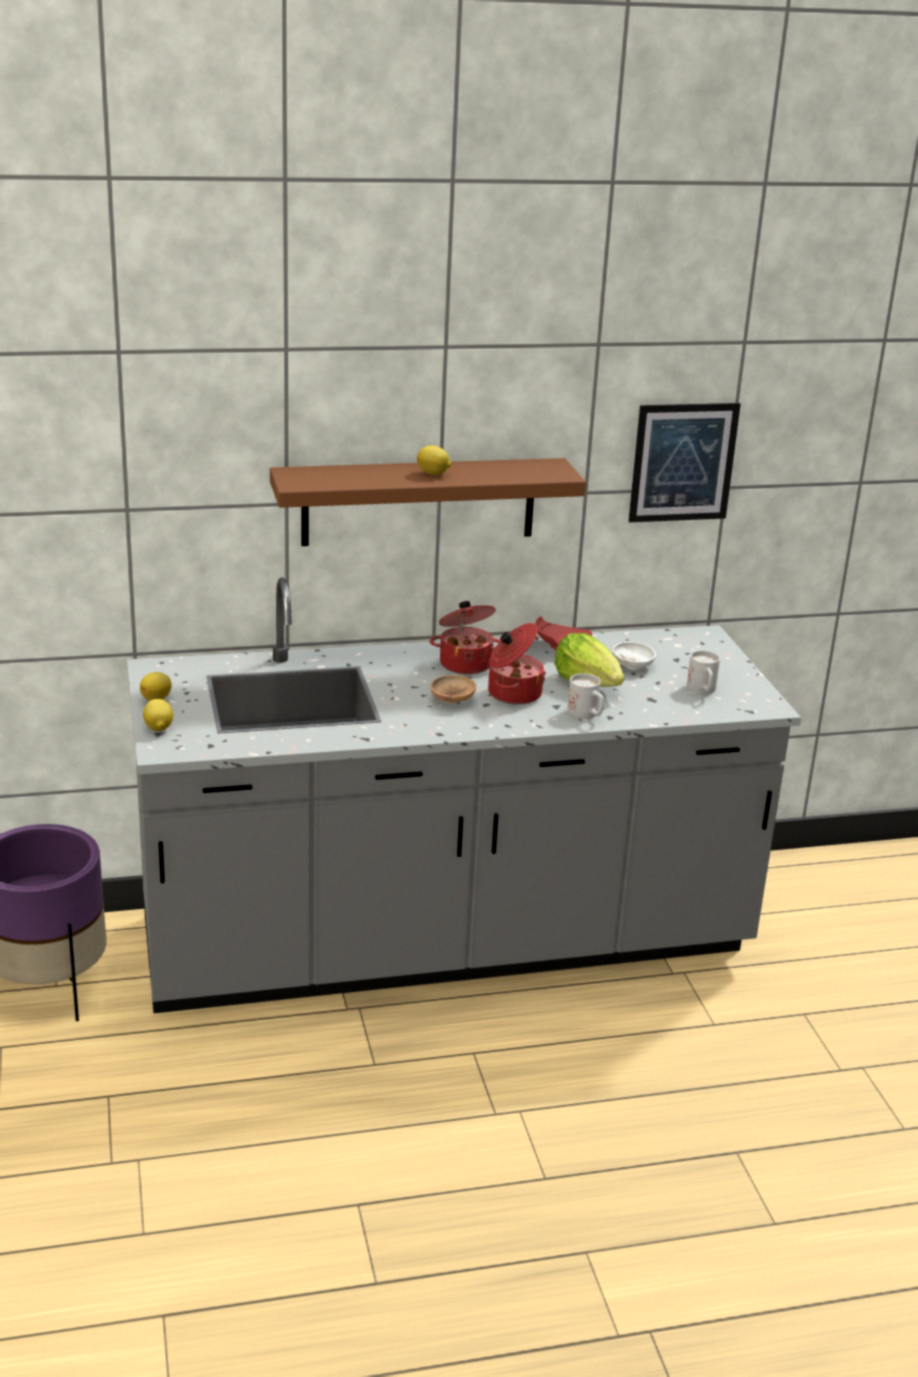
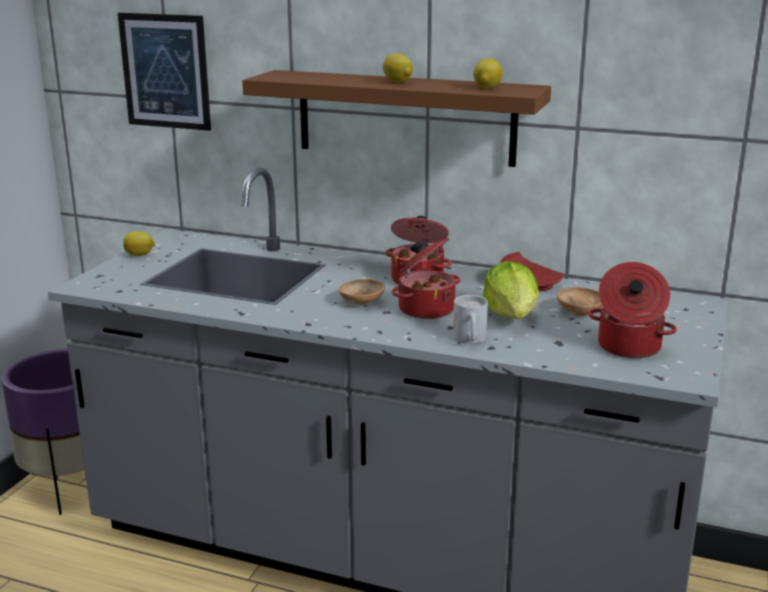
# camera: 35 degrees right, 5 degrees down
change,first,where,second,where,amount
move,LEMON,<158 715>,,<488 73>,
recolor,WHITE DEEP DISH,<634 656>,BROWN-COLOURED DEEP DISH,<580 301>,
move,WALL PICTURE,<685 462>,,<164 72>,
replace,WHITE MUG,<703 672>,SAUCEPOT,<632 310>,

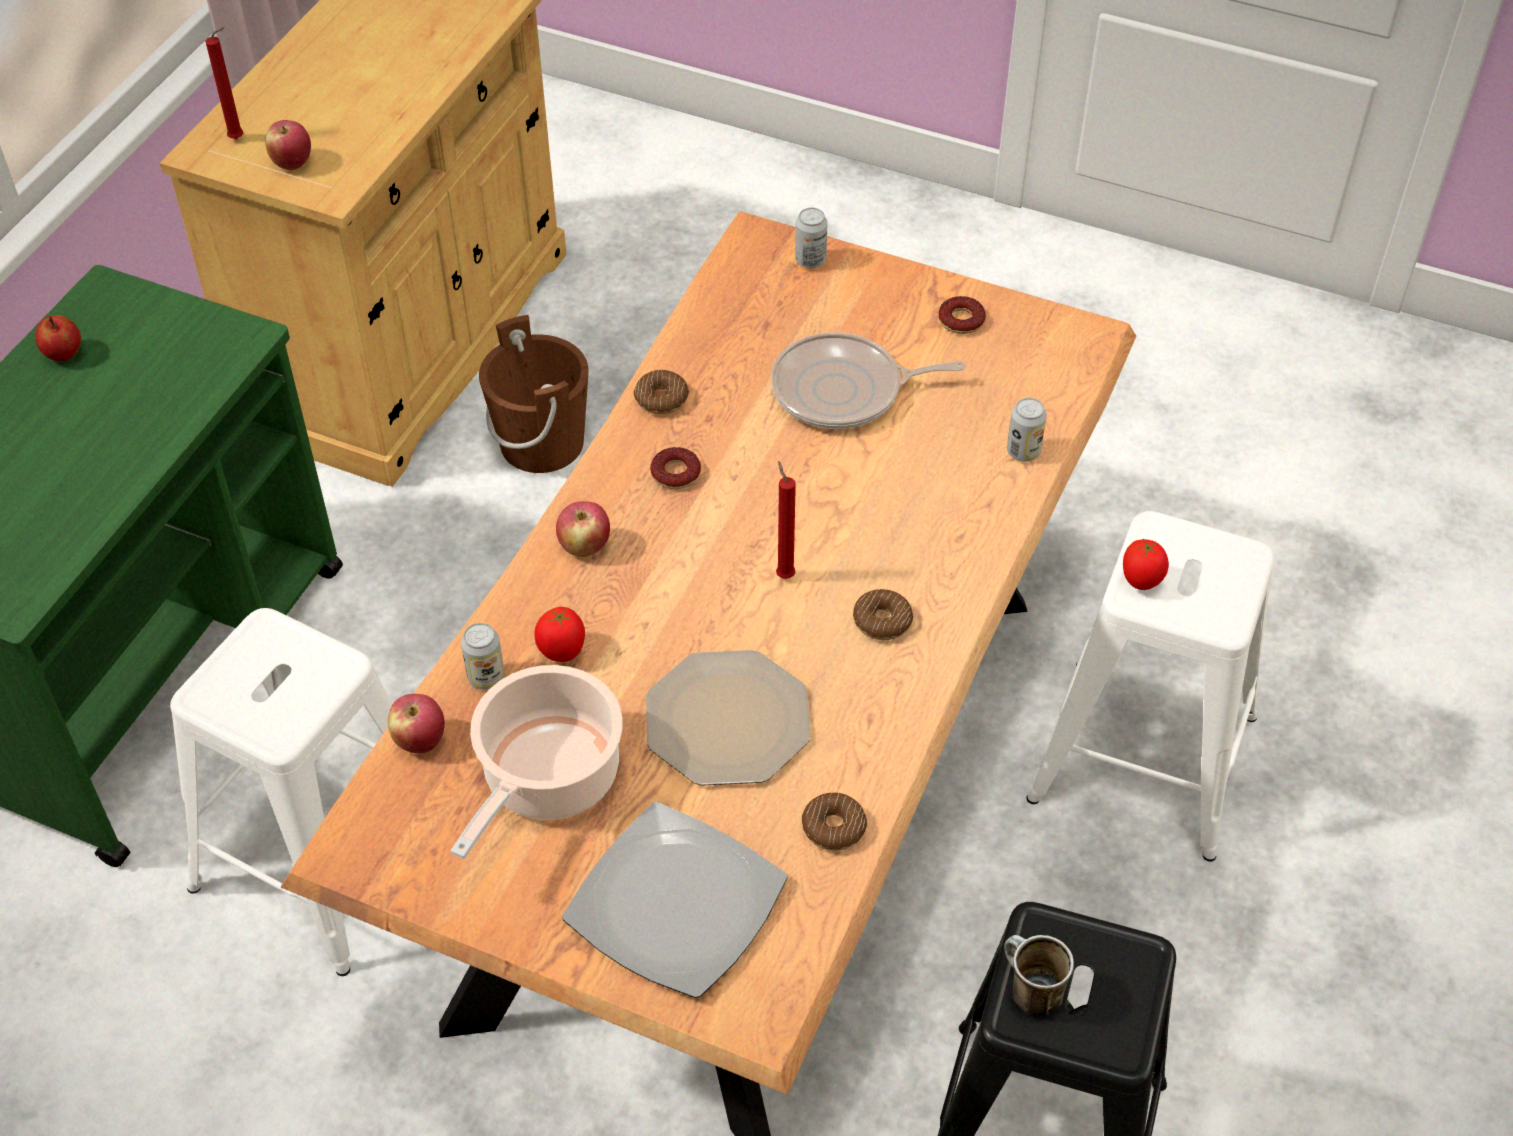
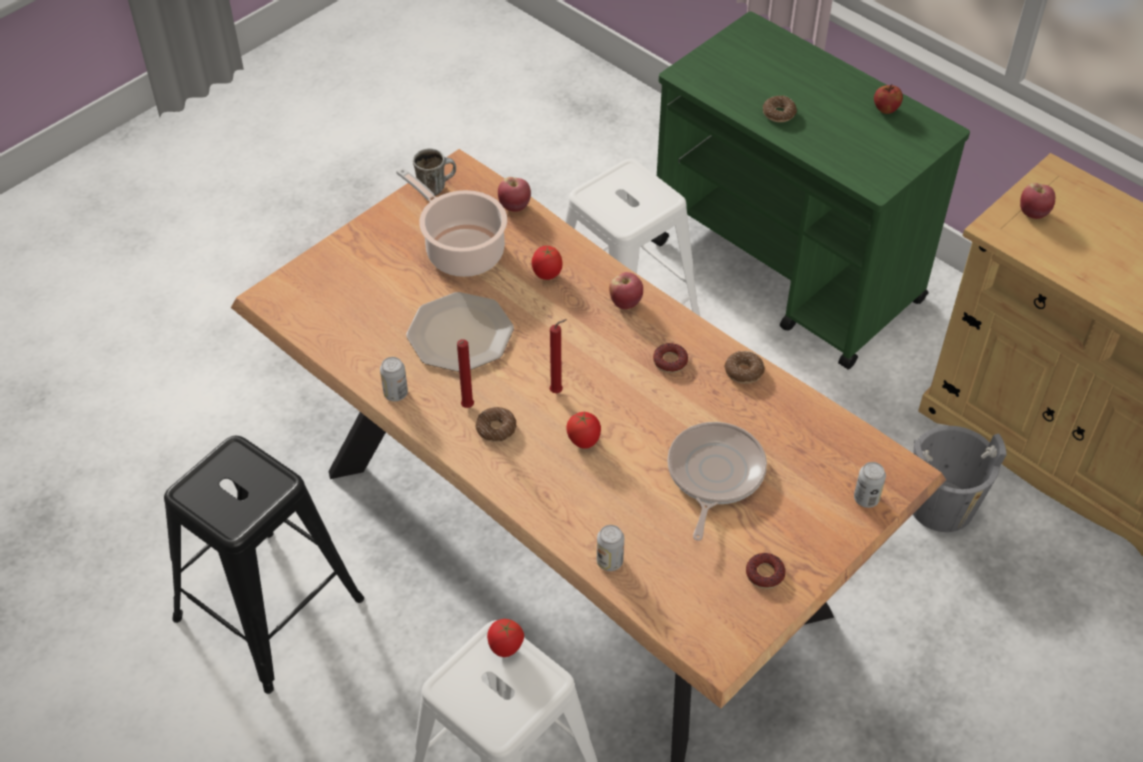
# camera: 110 degrees right, 0 degrees up
change,first,where,second,where,amount
move,REDDISH WAX CANDLE,<224 83>,,<465 373>,
move,CAN,<483 656>,,<394 379>,
recolor,BROWN-COLOURED WATER BUCKET,<534 394>,GRAY WATER BUCKET,<960 479>,
delete,FLAT DISH,<674 900>,,,
move,DOUGHNUT,<834 822>,,<780 109>,
move,MUG,<1039 975>,,<434 172>,
insert,,,TOMATO,<583 430>,

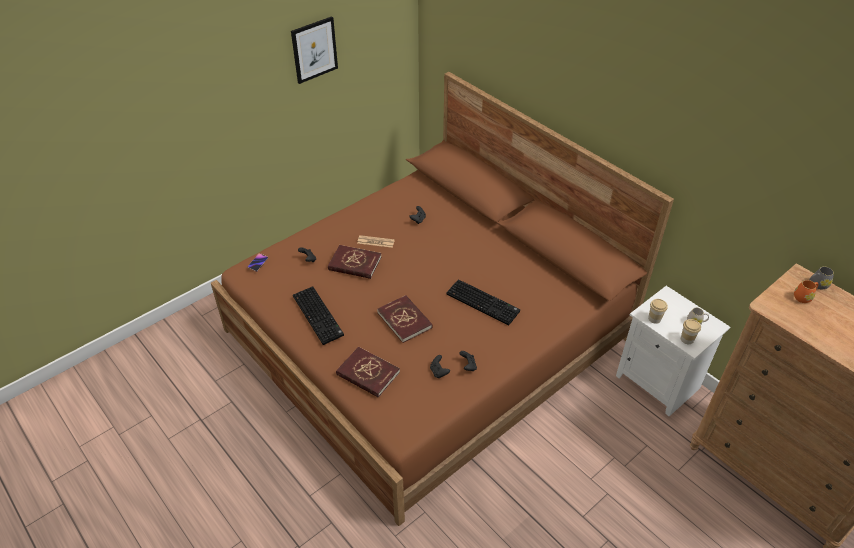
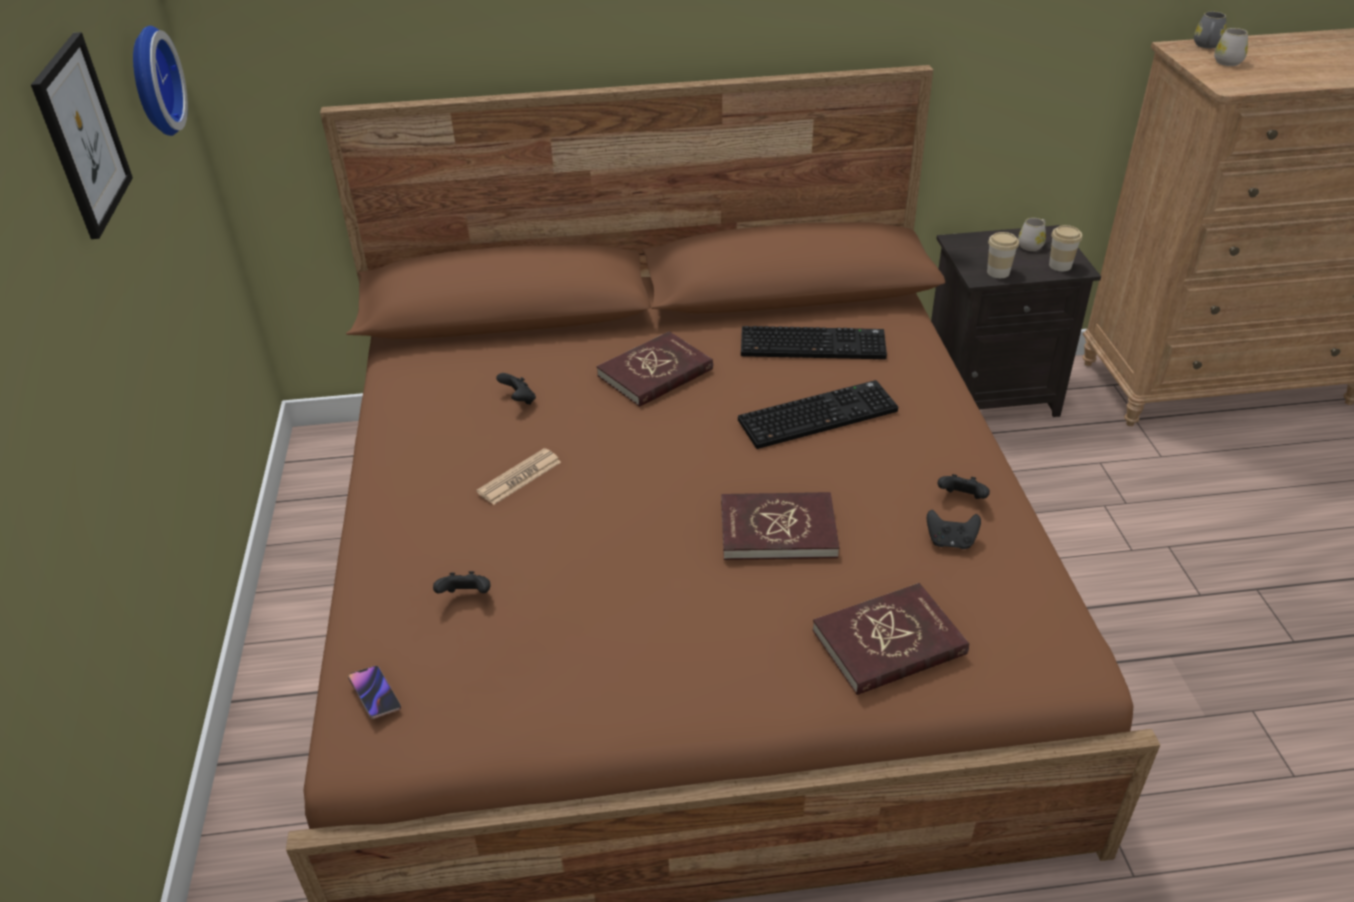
# camera: 55 degrees left, 5 degrees down
change,first,where,second,where,amount
move,COMPUTER KEYBOARD,<318 315>,,<814 342>,
move,REDDISH BOOK,<354 262>,,<654 369>,
recolor,WHITE BEDSIDE TABLE,<673 351>,BLACK BEDSIDE TABLE,<1016 321>,
recolor,ORANGEY MUG,<806 291>,WHITE MUG,<1231 47>,
insert,,,WALL CLOCK,<160 81>,

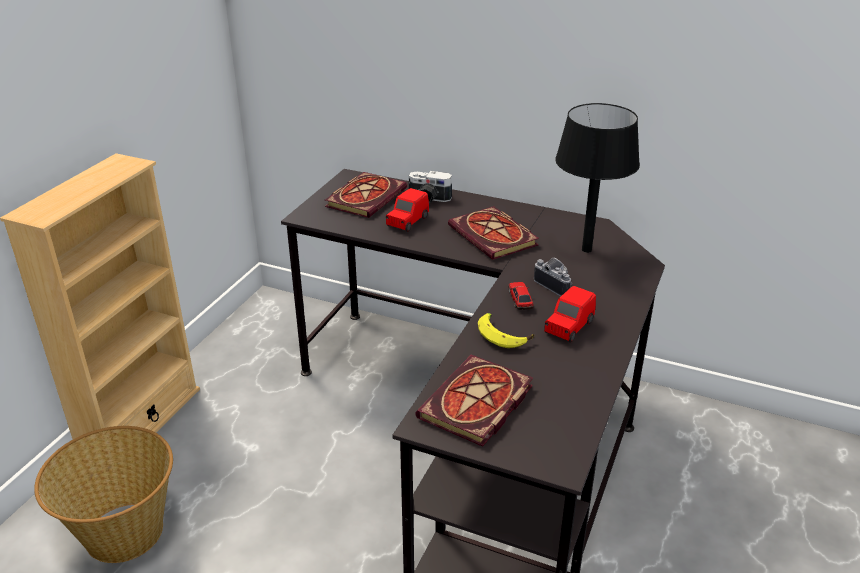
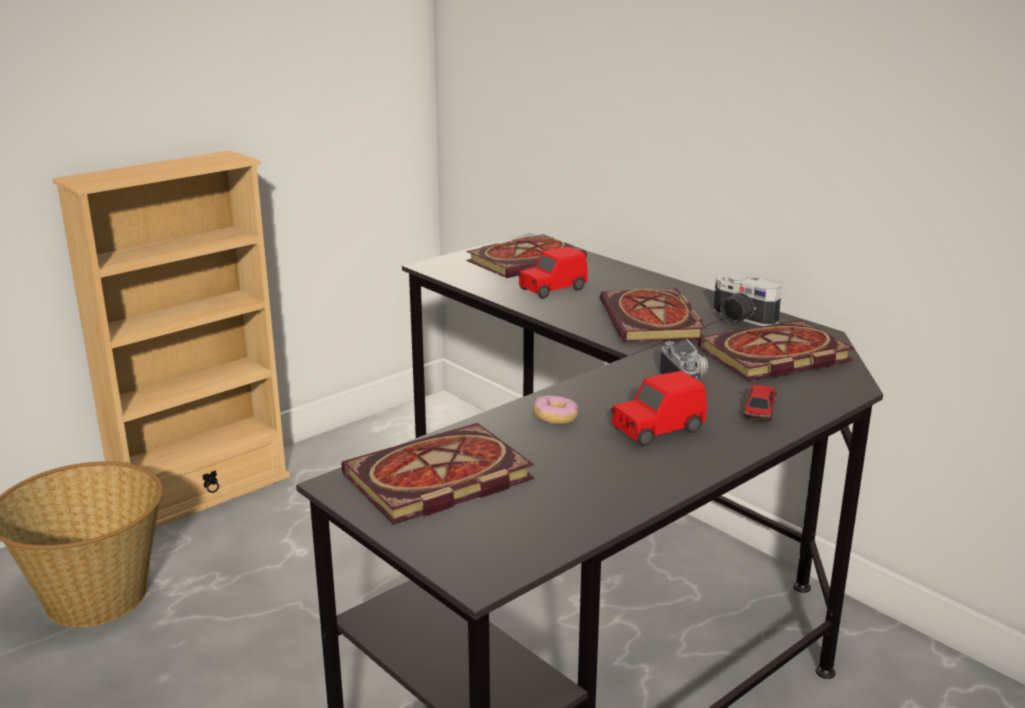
# camera: 25 degrees right, 10 degrees down
change,first,where,second,where,amount
move,STILL CAMERA,<430 187>,,<748 300>,
replace,BANANA,<506 330>,DOUGHNUT,<556 409>,
move,TOY CAR,<521 296>,,<760 403>,
replace,BLACK LAMP FOR A TABLE,<597 178>,BOOK,<776 350>,

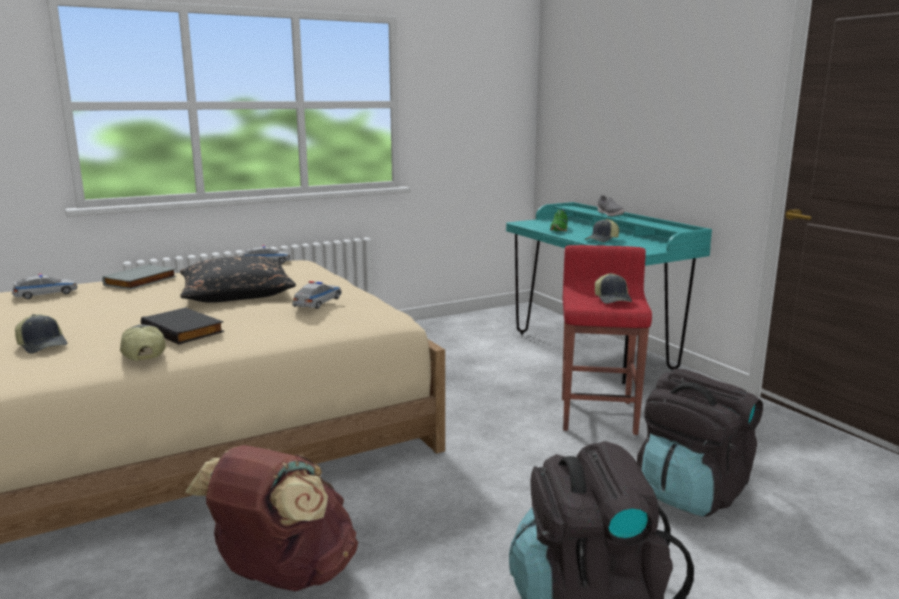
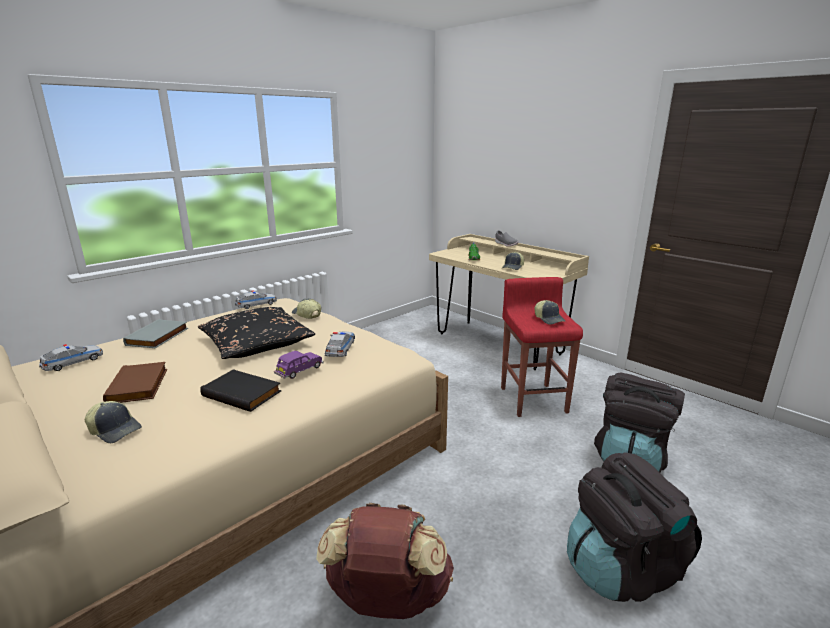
# camera: 15 degrees left, 5 degrees up
change,first,where,second,where,amount
move,CAP,<143 342>,,<306 309>,
recolor,BLUE-GREEN DESK TABLE,<609 293>,BEIGE-COLOURED DESK TABLE,<509 302>,
insert,,,BROWN-COLOURED BOOK,<135 382>,
insert,,,PURPLISH TOY CAR,<299 365>,

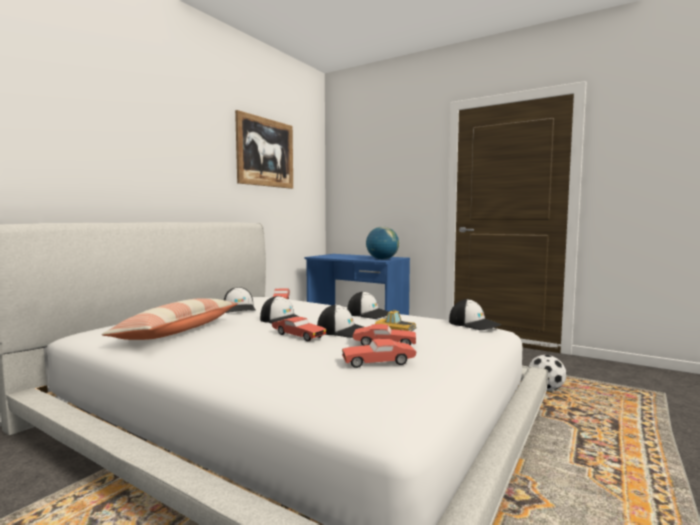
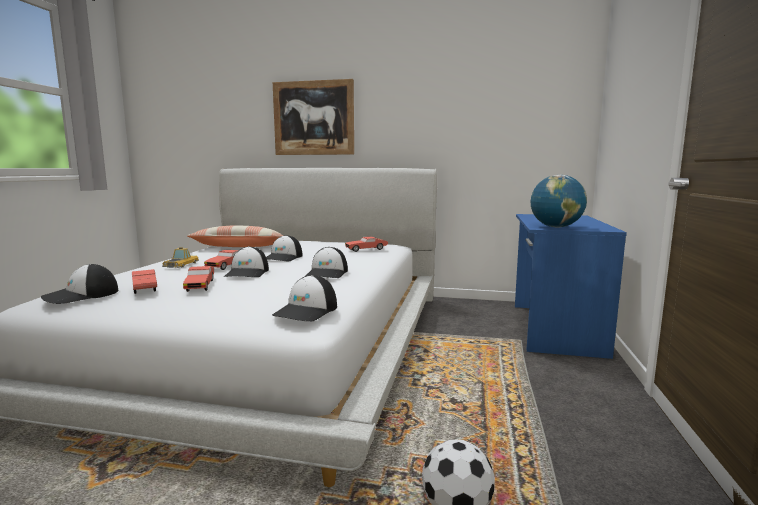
# camera: 70 degrees right, 5 degrees up
change,first,where,second,where,amount
move,CAP,<240 300>,,<79 284>,
move,WALL PICTURE,<264 149>,,<313 117>,
move,TOY CAR,<395 320>,,<180 257>,

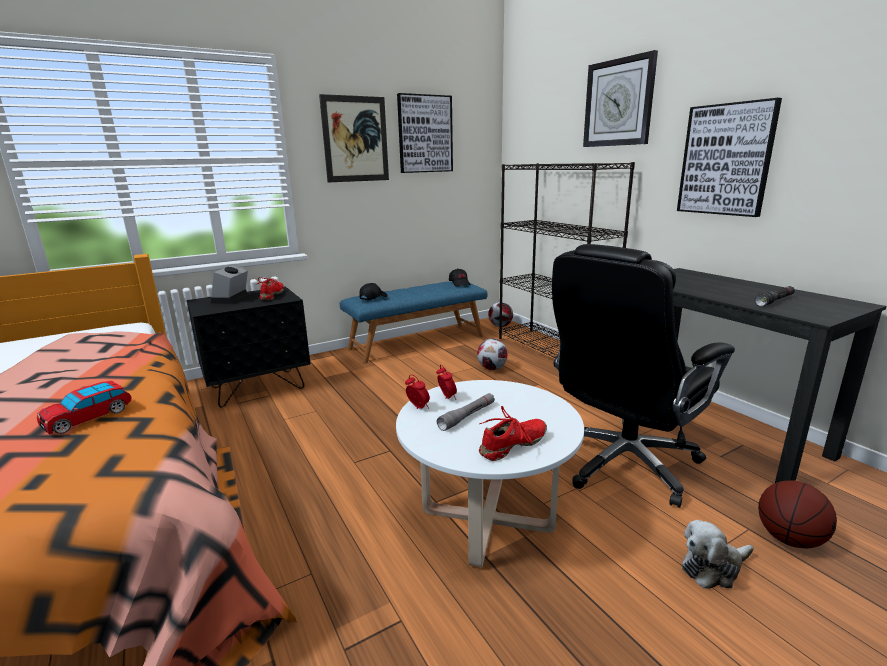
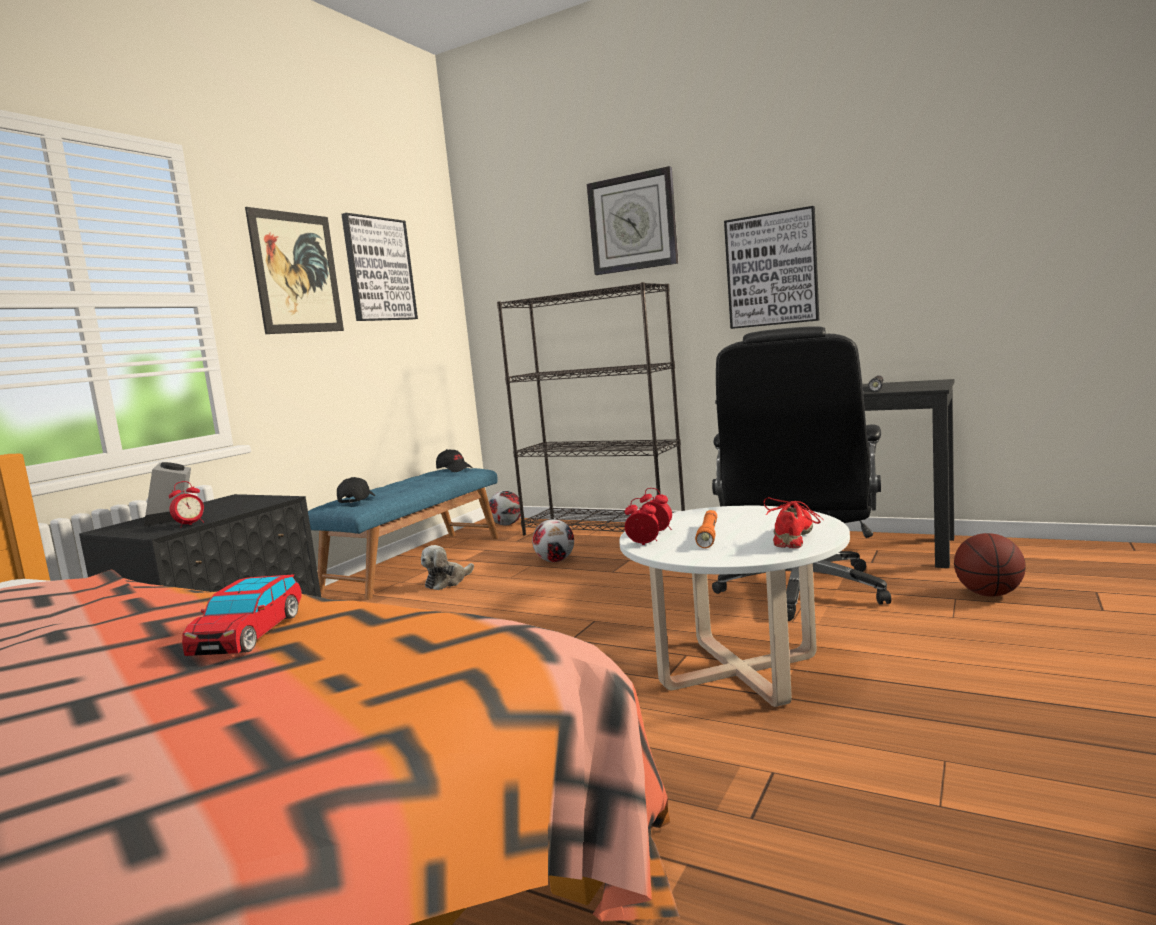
# camera: 30 degrees left, 10 degrees down
change,first,where,second,where,amount
delete,REDDISH LOW SHOE,<270 288>,,,
recolor,GRAY HAND TORCH,<466 412>,ORANGEY HAND TORCH,<706 529>,
move,CUDDLY TOY,<717 554>,,<447 567>,
insert,,,TABLE CLOCK,<186 504>,

